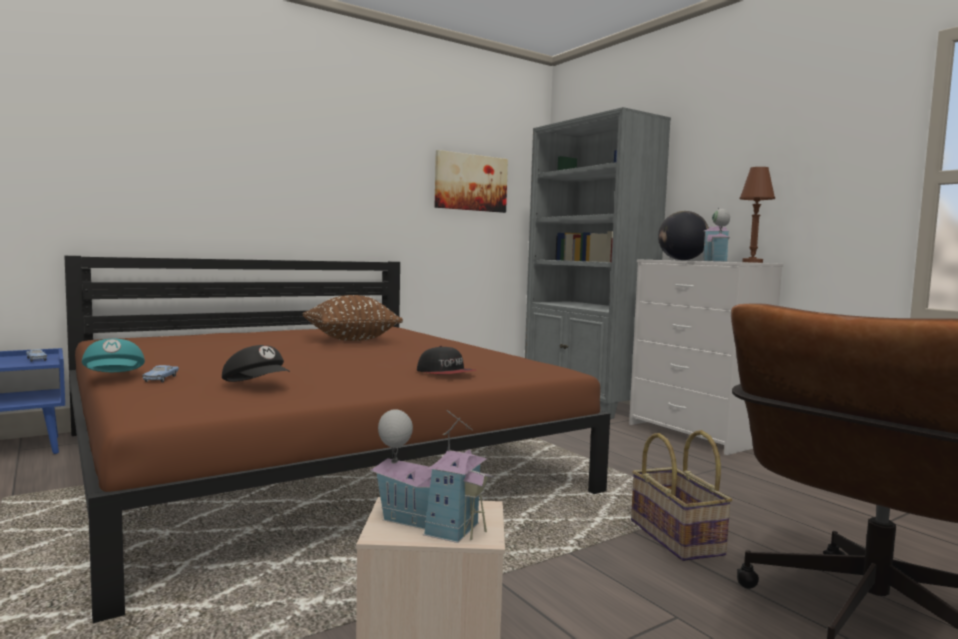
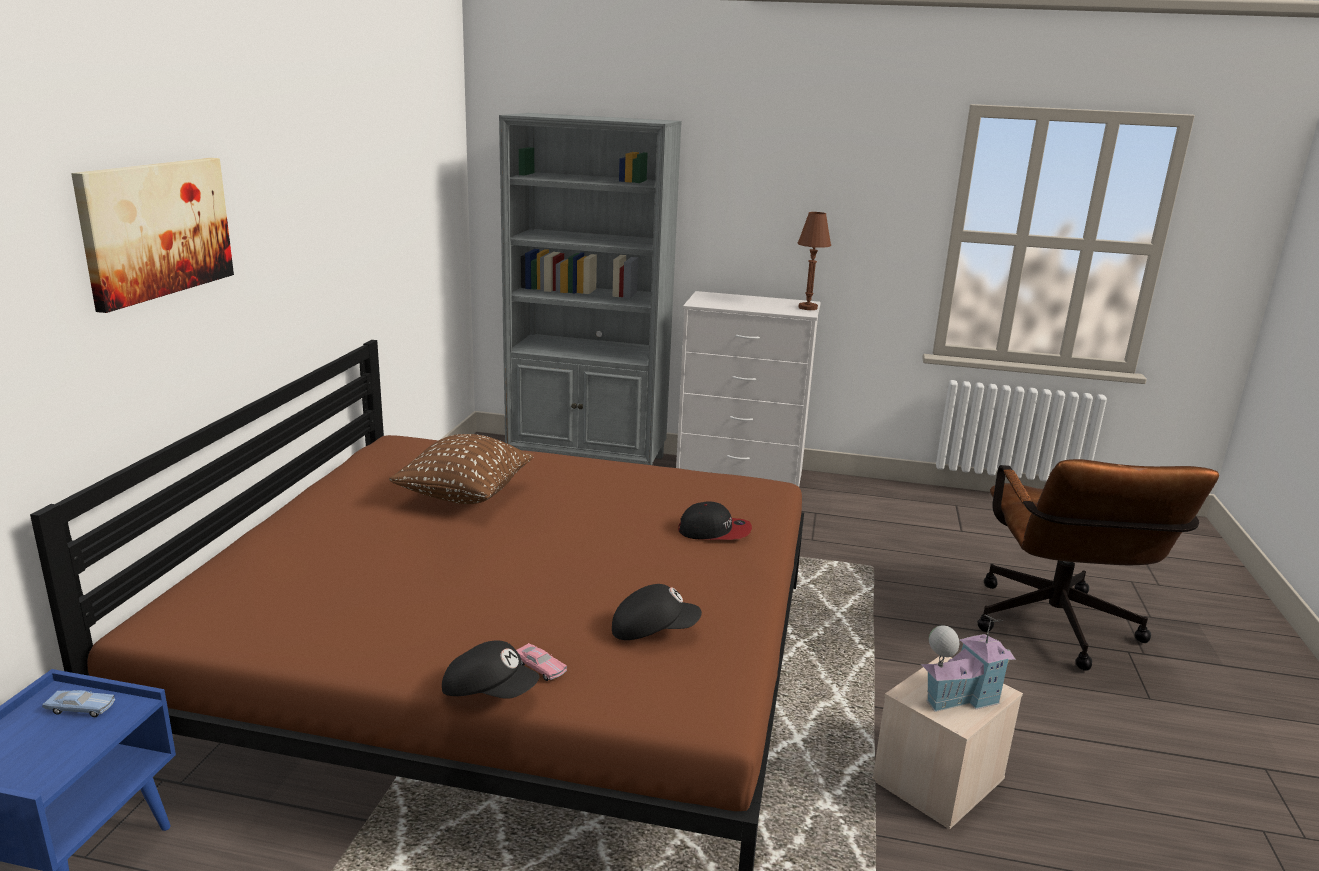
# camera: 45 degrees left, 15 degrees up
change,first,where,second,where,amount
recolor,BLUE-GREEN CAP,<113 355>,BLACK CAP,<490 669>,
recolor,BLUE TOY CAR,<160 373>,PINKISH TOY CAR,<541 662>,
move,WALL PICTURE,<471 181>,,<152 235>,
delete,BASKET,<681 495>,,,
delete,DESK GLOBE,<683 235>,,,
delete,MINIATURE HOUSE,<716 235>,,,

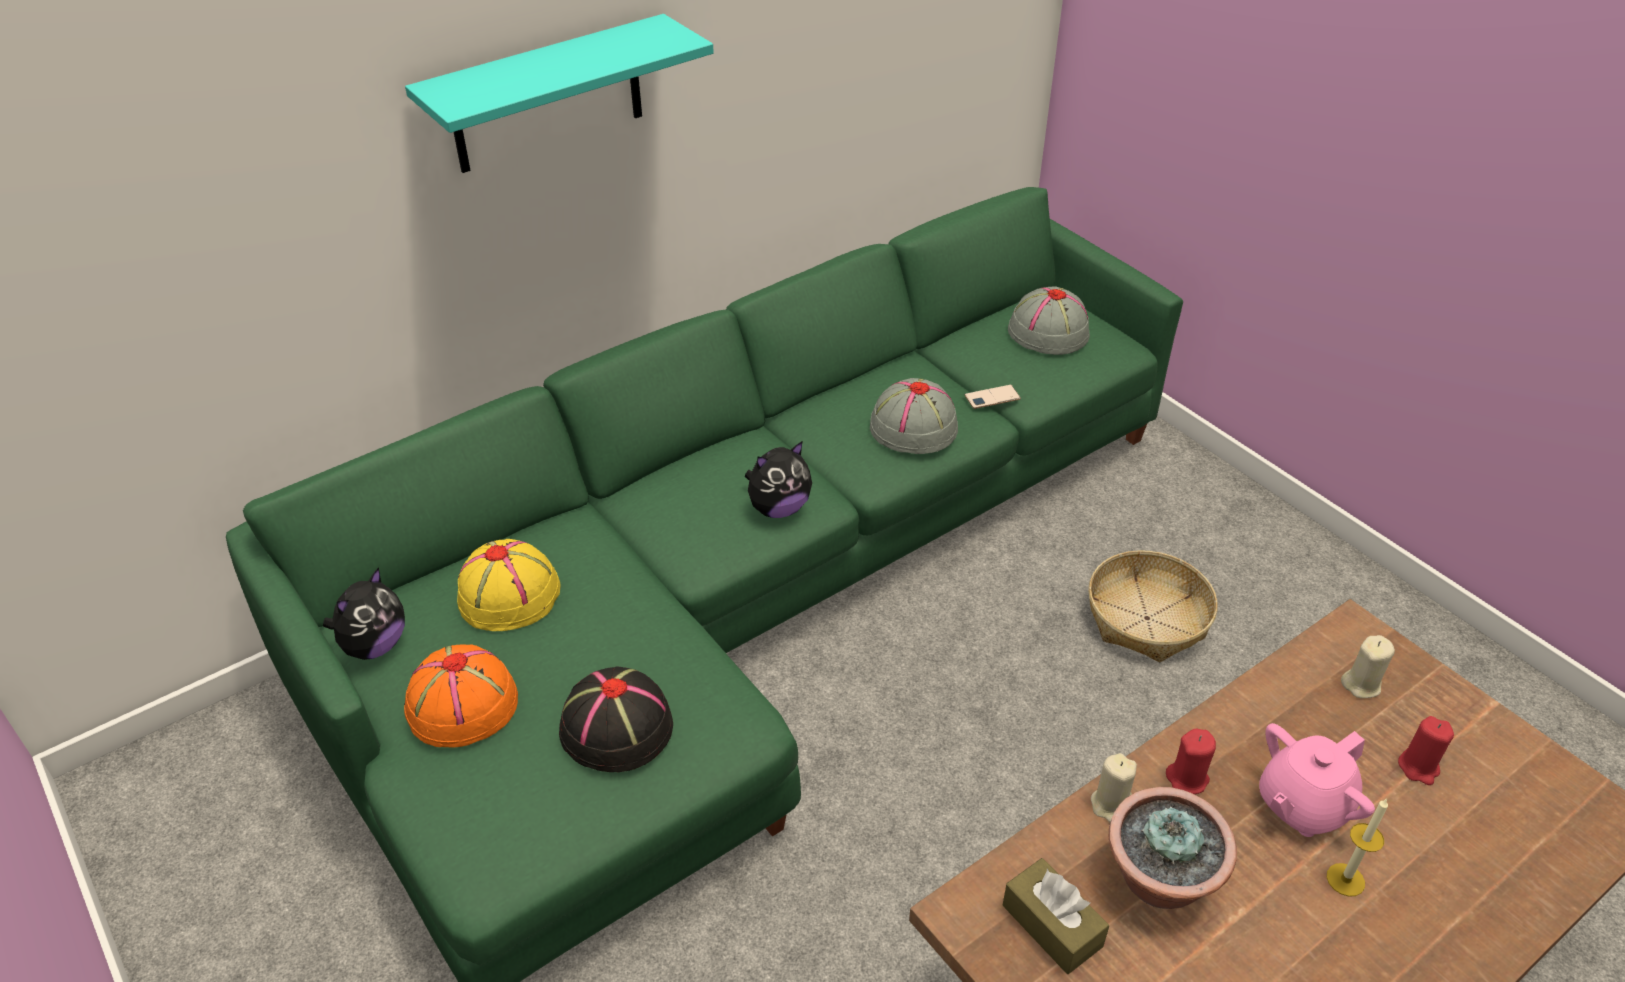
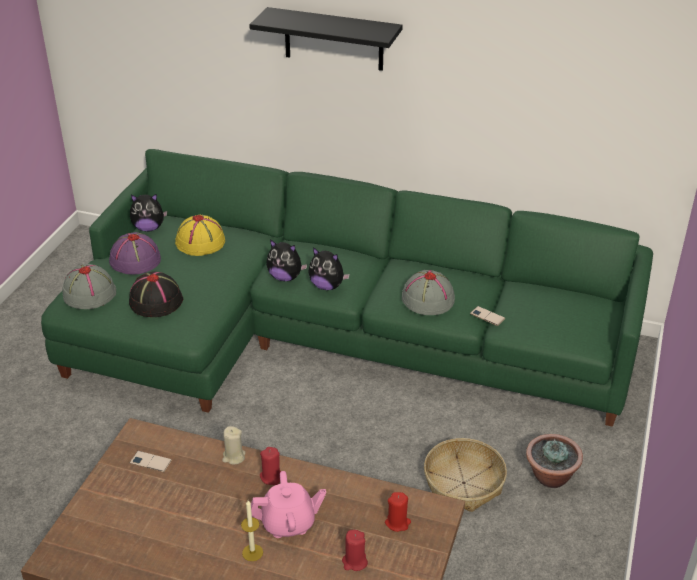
# camera: 55 degrees right, 5 degrees down
change,first,where,second,where,amount
recolor,ORANGEY CLOTHING HAT,<461 695>,PURPLISH CLOTHING HAT,<135 253>,
recolor,BLUE-GREEN BRACKET SHELF,<559 93>,BLACK BRACKET SHELF,<326 39>,
replace,BROWN-COLOURED TISSUE HOLDER,<1056 916>,TELEPHONE,<151 461>,
move,GRAY CLOTHING HAT,<1049 320>,,<89 286>,
move,POTTED PLANT,<1173 848>,,<554 461>,
rotate,PINKISH POT FOR TEA,<1317 780>,,<288 504>,150 degrees clockwise
recolor,BEIGE-COLOURED WAX CANDLE,<1368 666>,REDDISH WAX CANDLE,<398 512>,
insert,,,CUDDLY TOY,<286 260>,

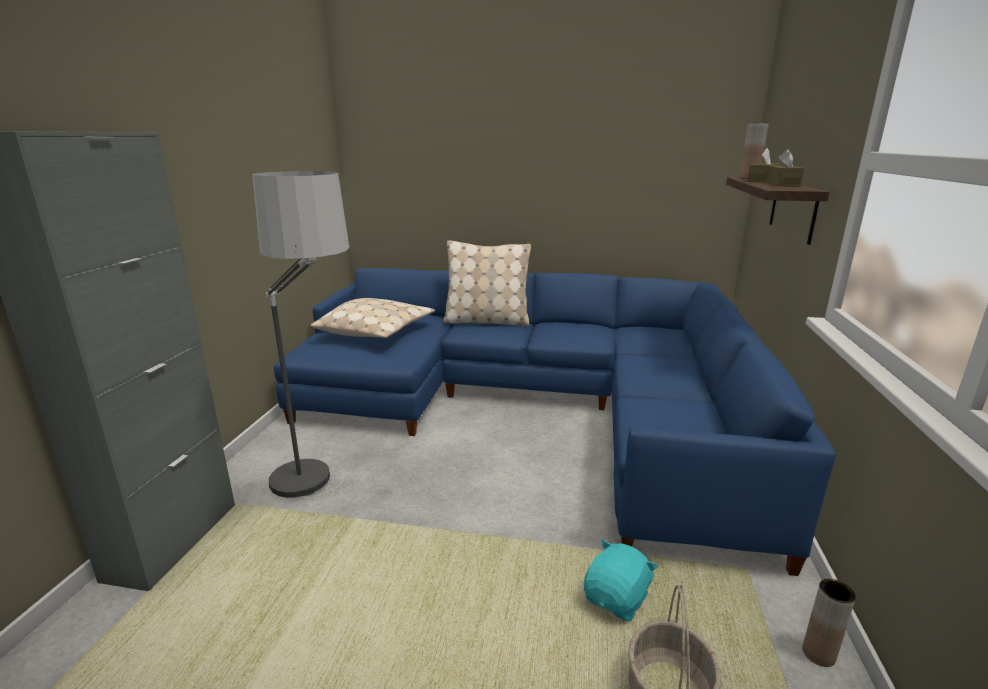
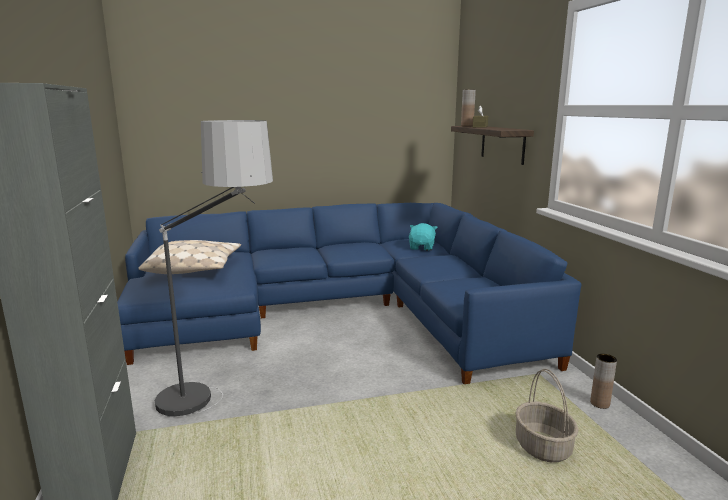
# camera: 25 degrees left, 5 degrees down
change,first,where,second,where,amount
delete,BEIGE-COLOURED THROW PILLOW,<487 283>,,,
move,BLUE-GREEN CUDDLY TOY,<621 580>,,<423 237>,
delete,BROWN-COLOURED TISSUE HOLDER,<785 168>,,,

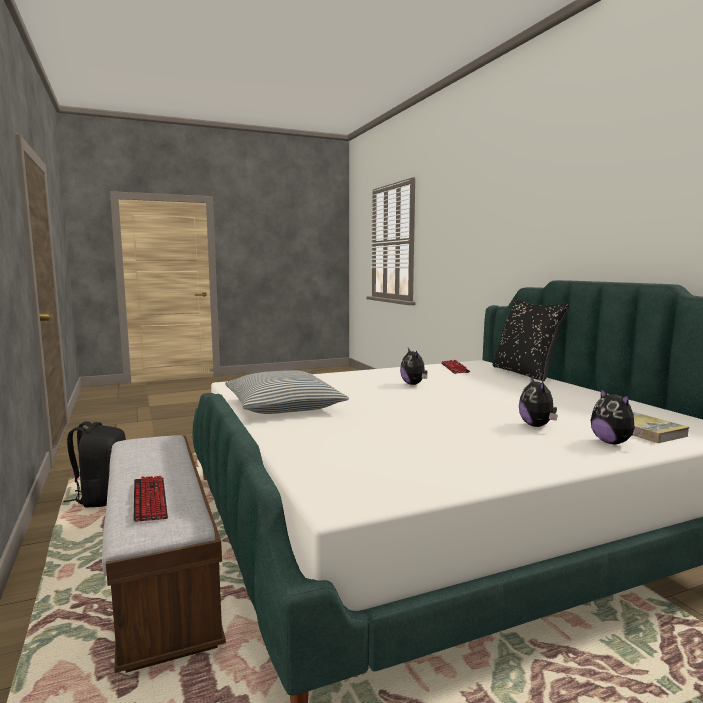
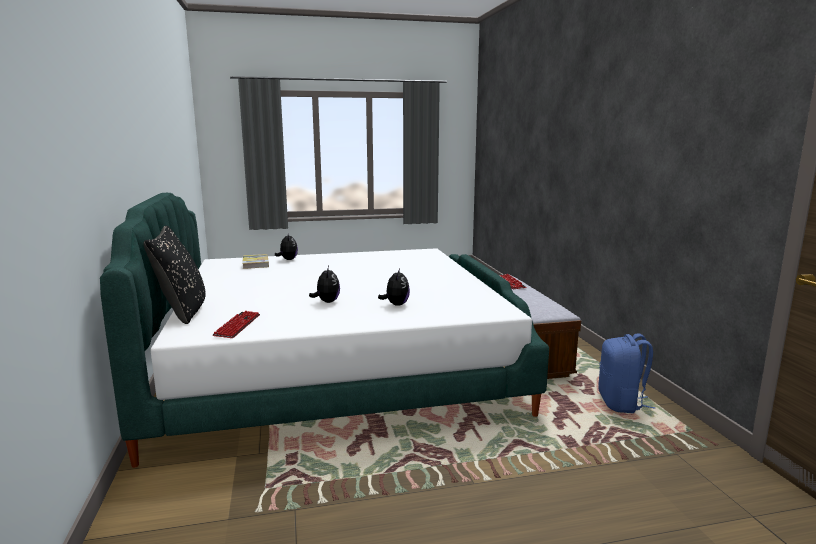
# camera: 170 degrees left, 5 degrees up
change,first,where,second,where,amount
recolor,BLACK BACKPACK,<95 464>,BLUE BACKPACK,<626 373>,
delete,THROW PILLOW,<287 392>,,,
move,CUDDLY TOY,<538 401>,,<394 287>,

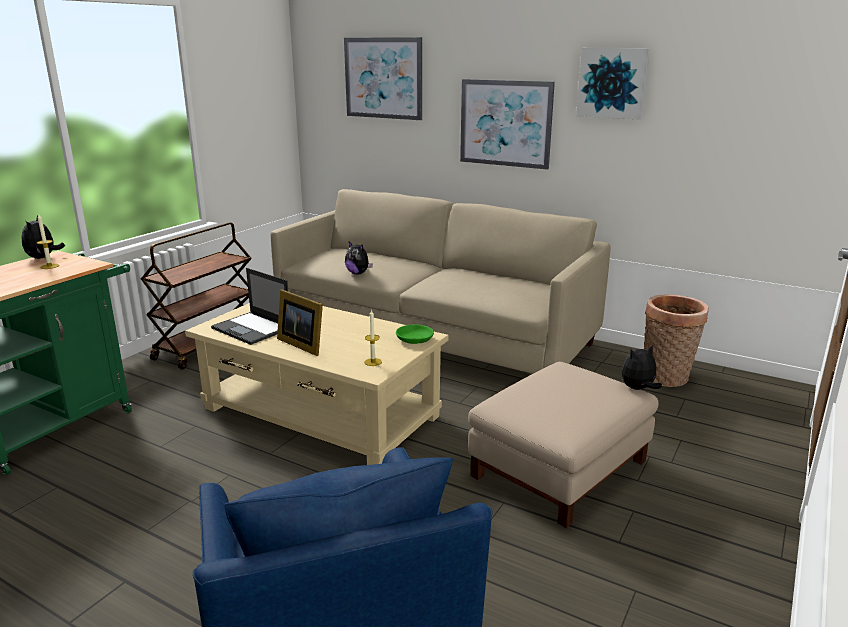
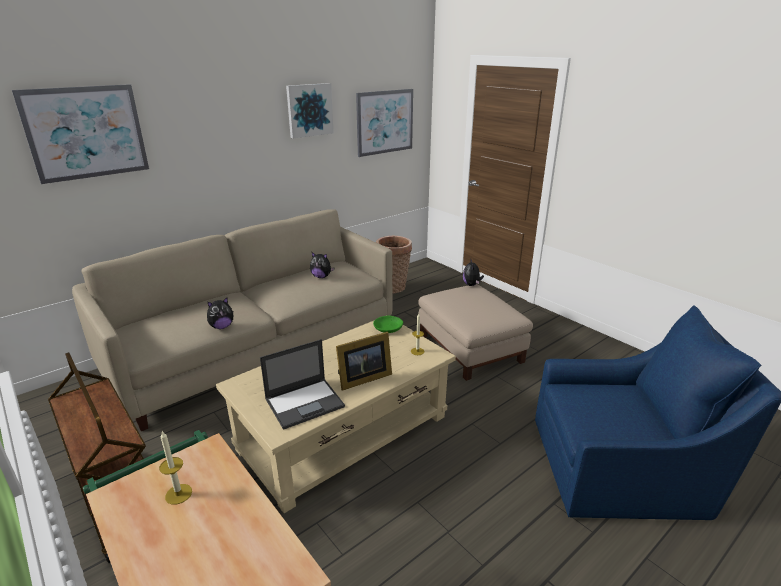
# camera: 70 degrees left, 5 degrees up
change,first,where,second,where,amount
move,CUDDLY TOY,<43 237>,,<322 265>,
move,WALL PICTURE,<507 124>,,<384 123>,

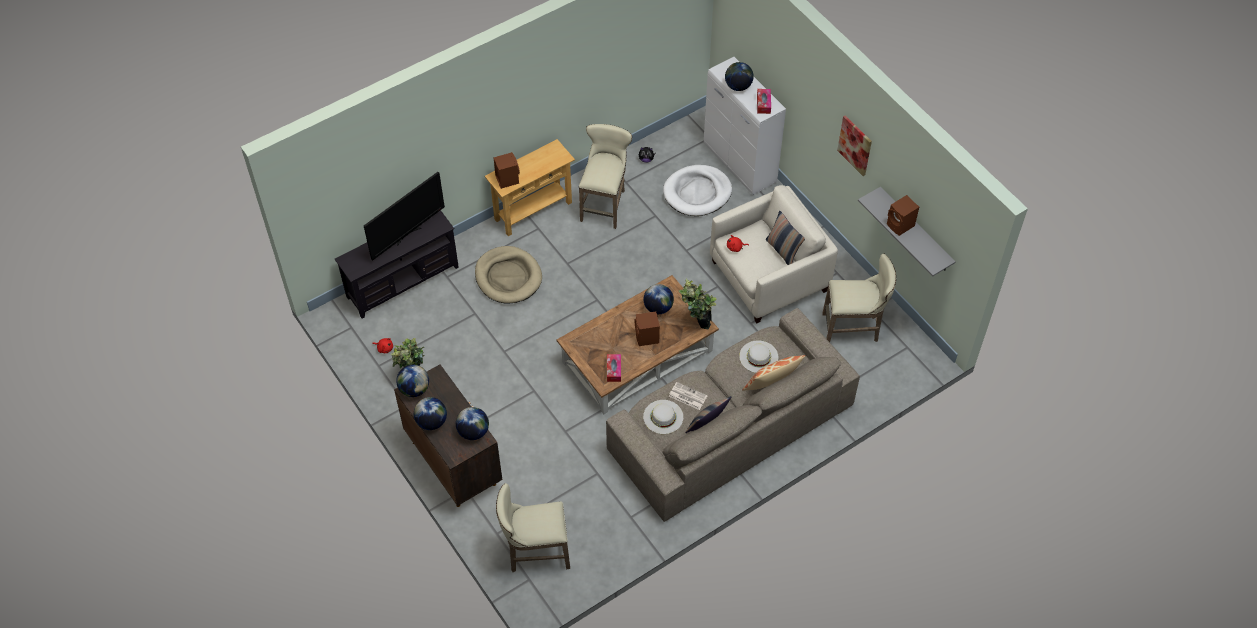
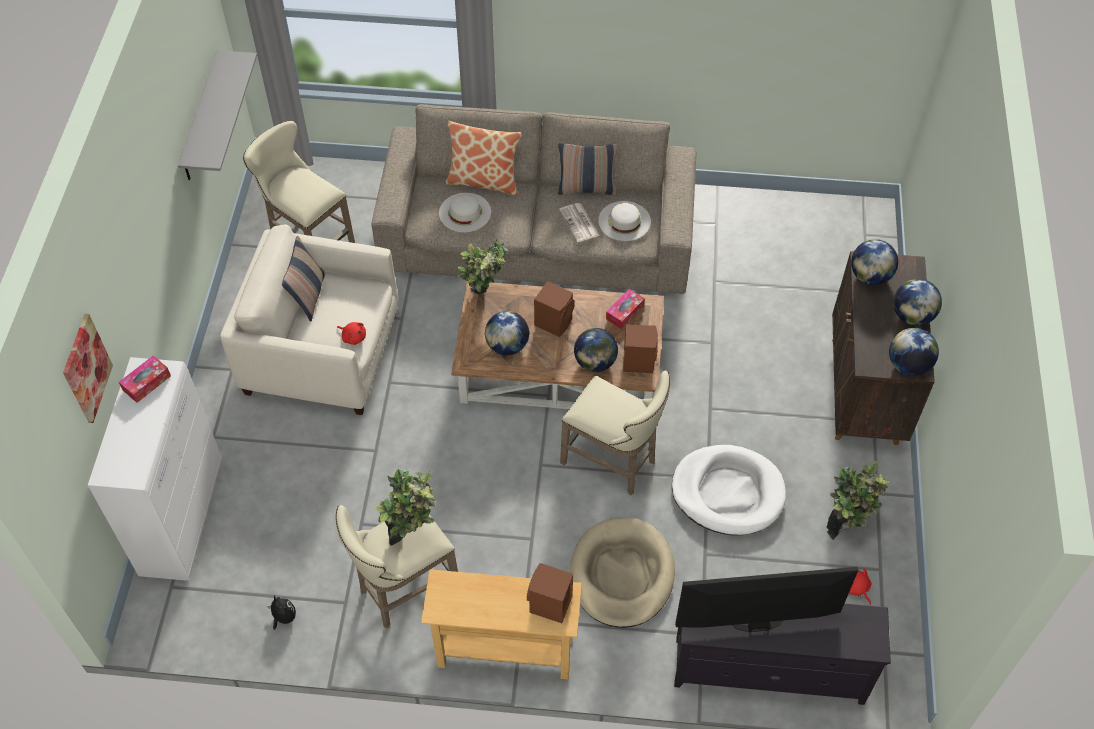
# camera: 140 degrees left, 0 degrees up
change,first,where,second,where,amount
move,BEIGE-COLOURED STOOL SEAT,<533 527>,,<615 433>,
move,WHITE DOG BED,<697 190>,,<729 490>,
move,DESK GLOBE,<739 76>,,<596 350>,
move,WALL PICTURE,<854 145>,,<88 368>,
move,BROWN-COLOURED LOUDSPEAKER,<903 215>,,<640 348>,
insert,,,POTTED PLANT,<404 507>,

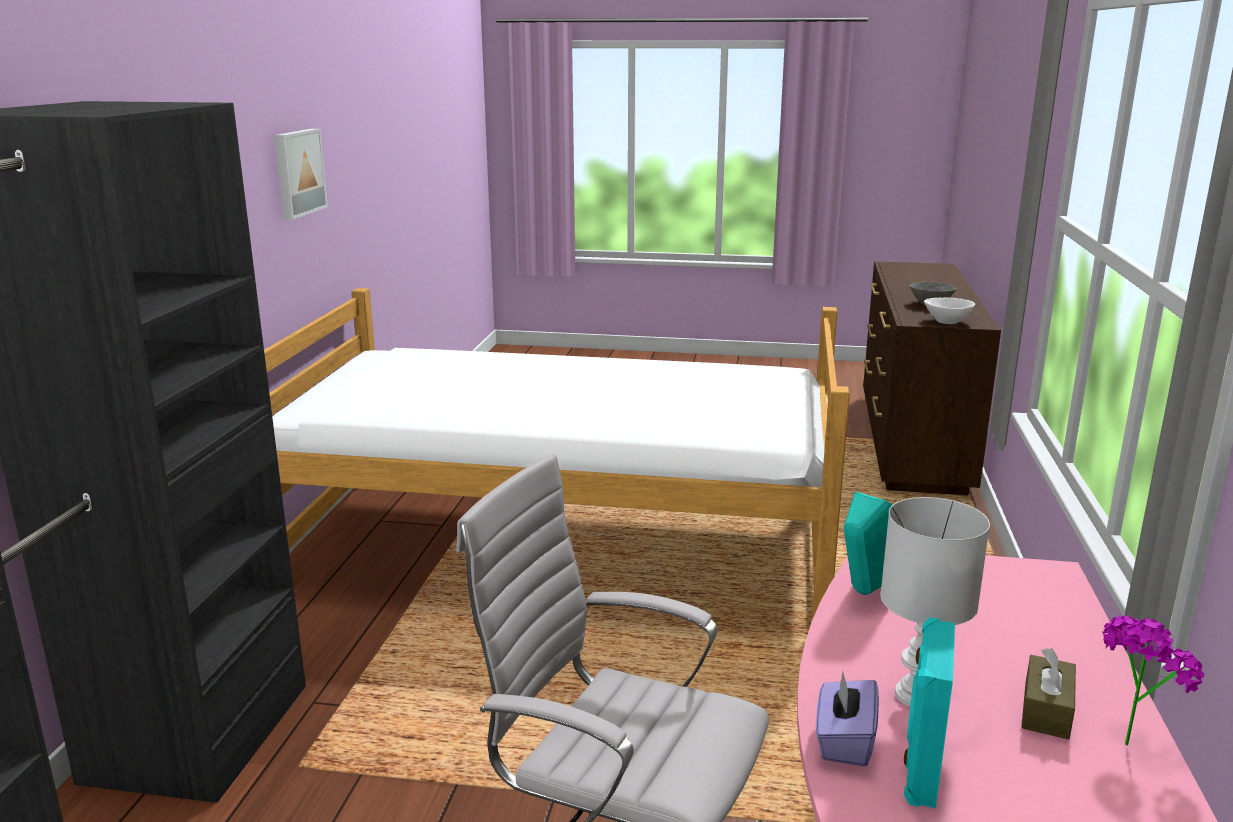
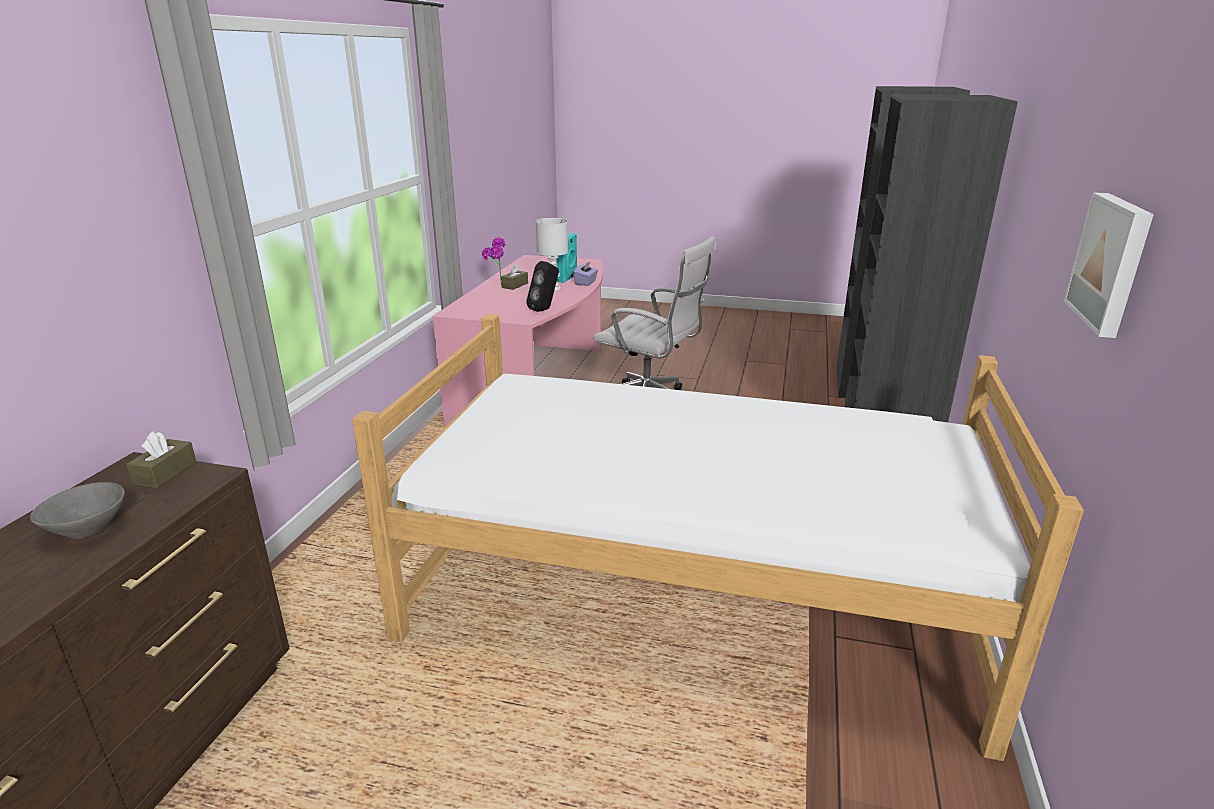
# camera: 175 degrees left, 5 degrees up
change,first,where,second,where,amount
recolor,BLUE-GREEN LOUDSPEAKER,<868 543>,BLACK LOUDSPEAKER,<542 286>,
replace,WHITE DEEP DISH,<949 311>,BROWN-COLOURED TISSUE HOLDER,<162 459>,

